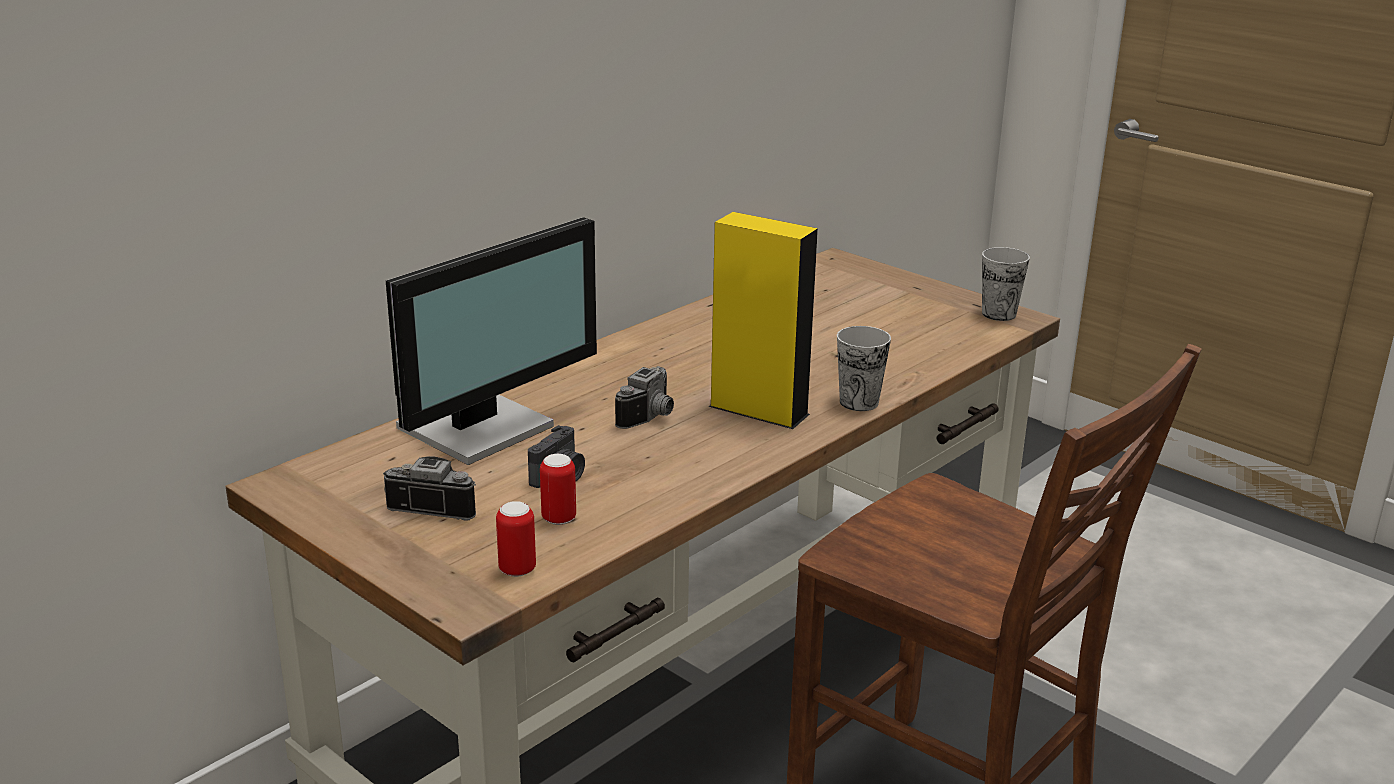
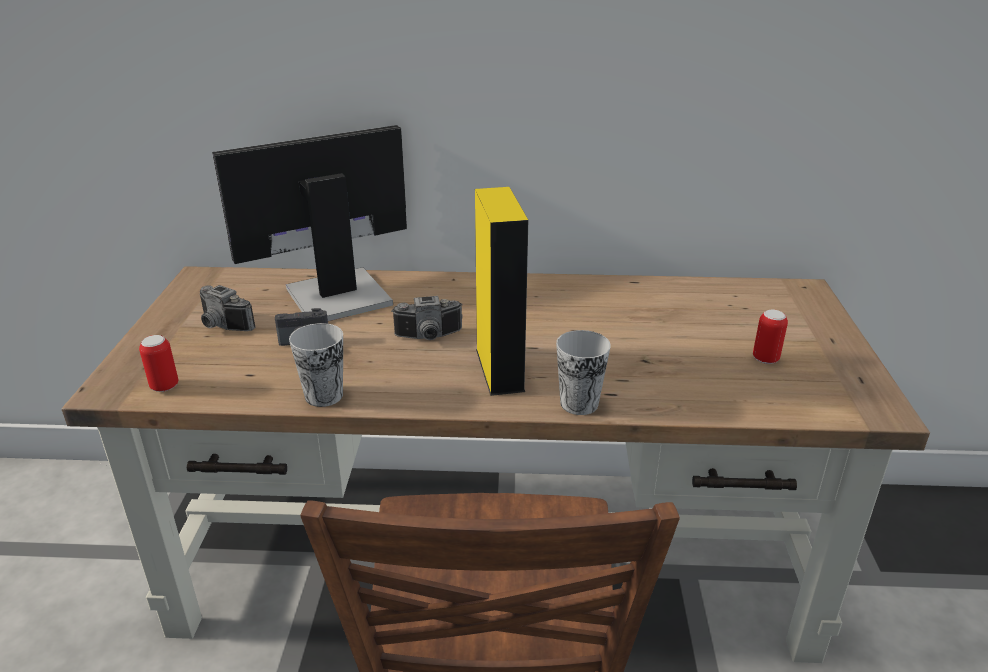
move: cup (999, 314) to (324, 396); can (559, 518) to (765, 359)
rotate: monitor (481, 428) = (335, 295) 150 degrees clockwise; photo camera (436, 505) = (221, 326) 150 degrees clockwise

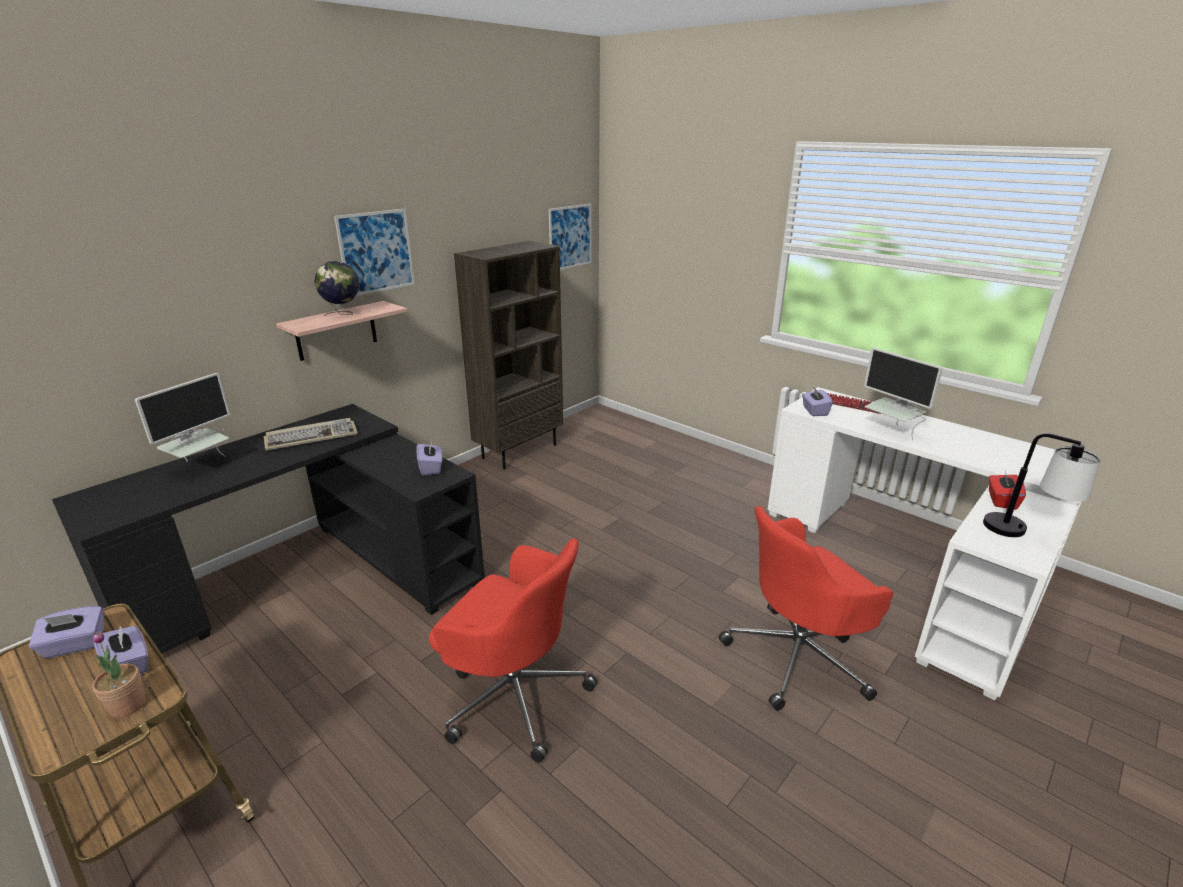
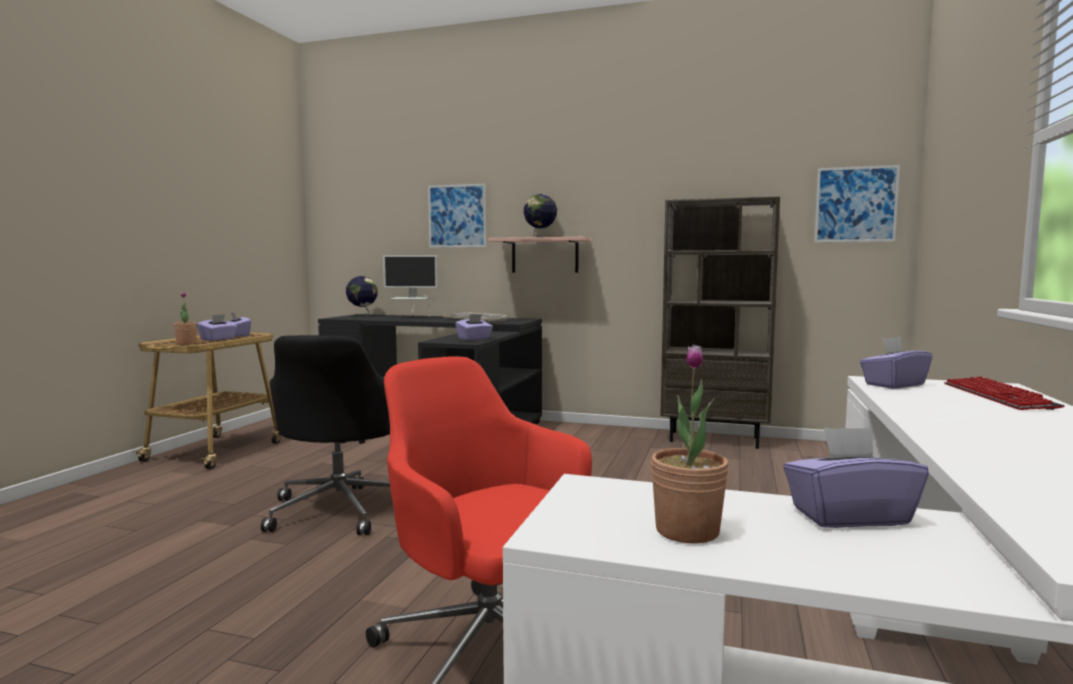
delete: monitor (891, 432)
insert: globe (362, 315)
move: picture (376, 252) to (457, 216)
replace: table lamp (1023, 535) to potted plant (687, 531)
recolor: red tissue box (1001, 500) to purple tissue box (849, 516); red office chair (514, 694) to black office chair (341, 508)

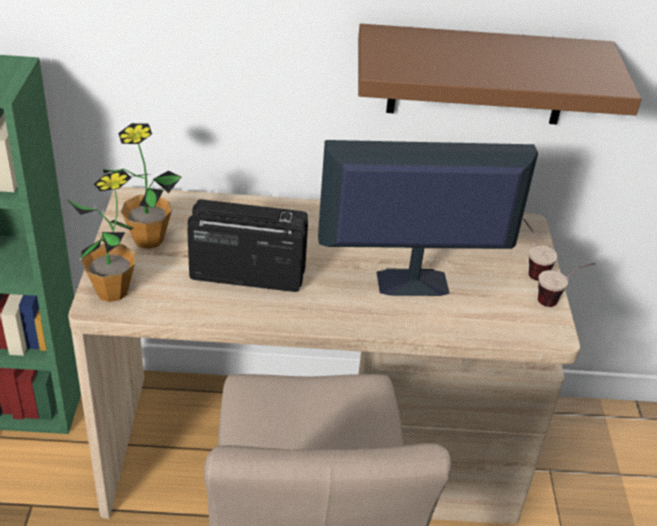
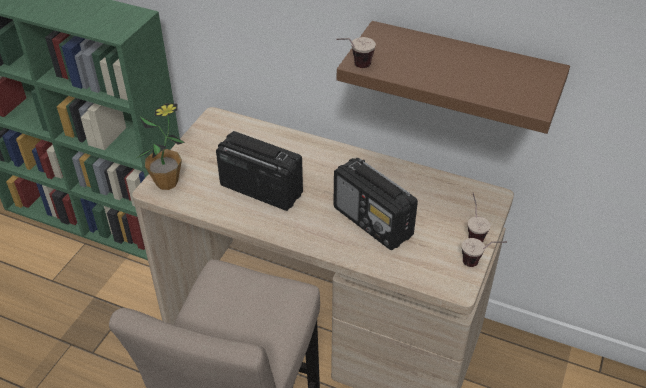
delete: potted plant (148, 239)
insert: cup (354, 67)
replace: monitor (410, 282) to radio (373, 222)

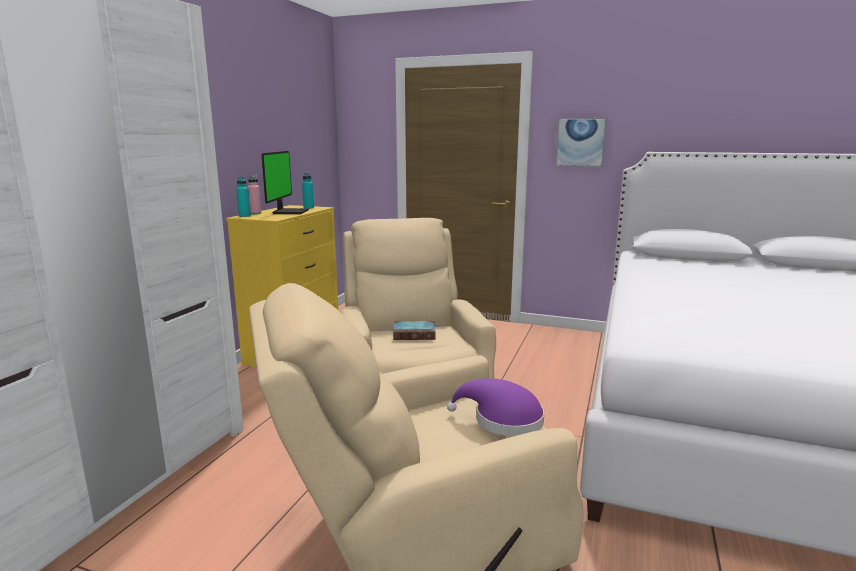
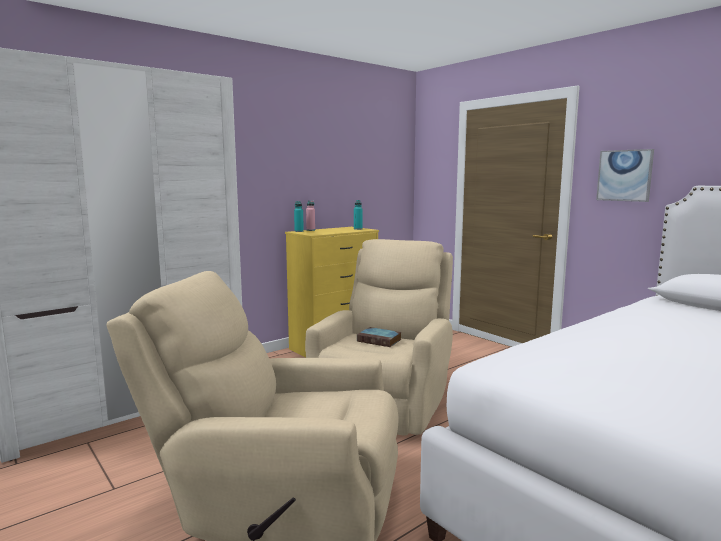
delete: monitor (289, 212); purple hat (502, 420)

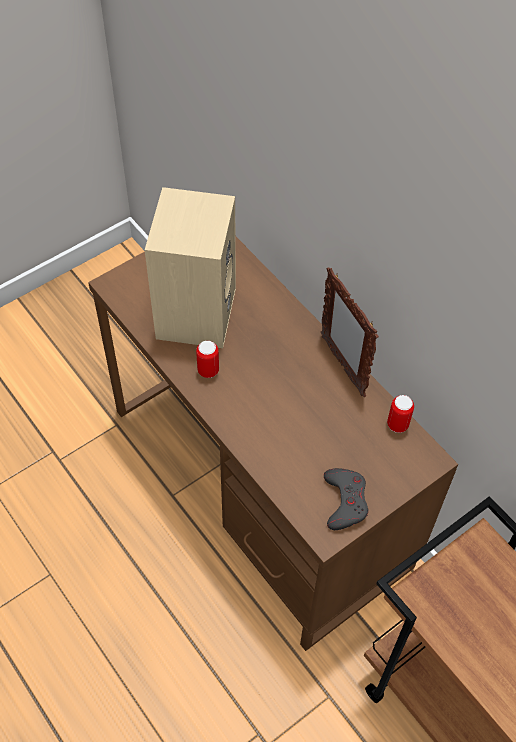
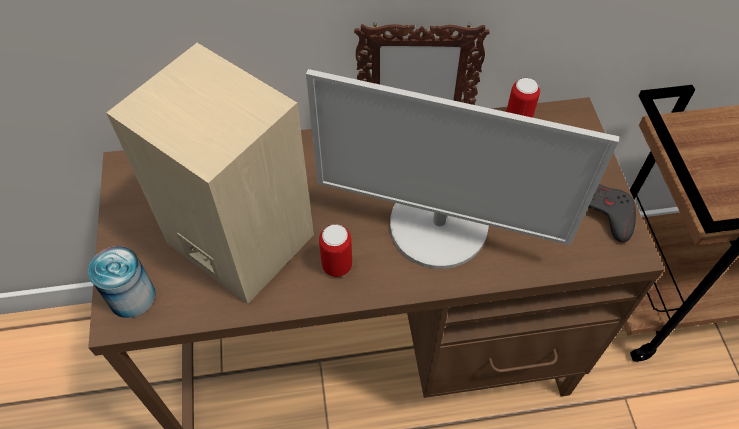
insert: monitor (439, 226); can (132, 297)

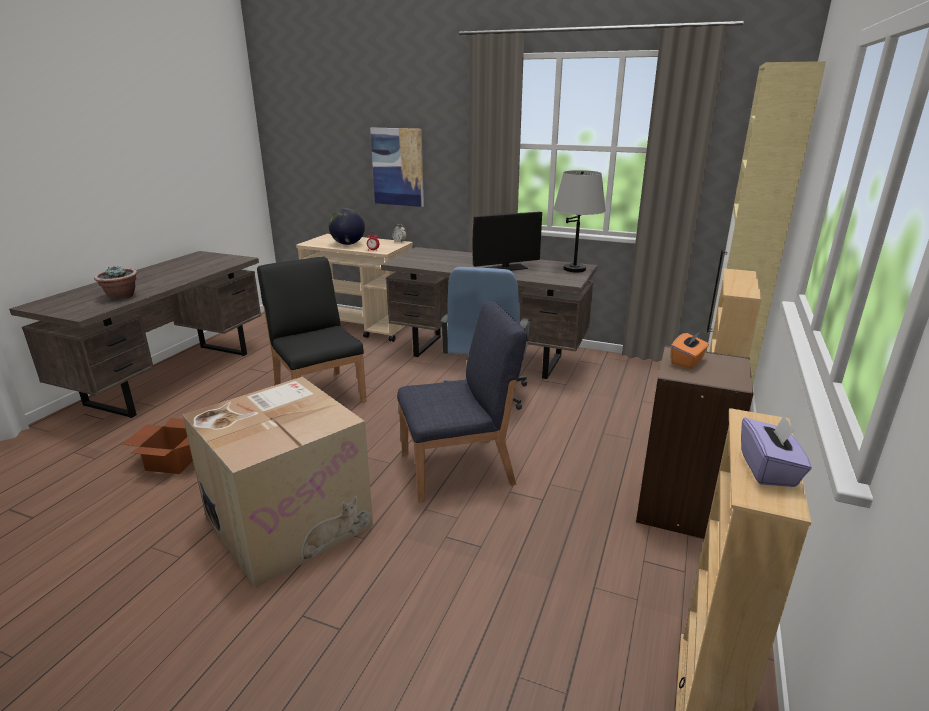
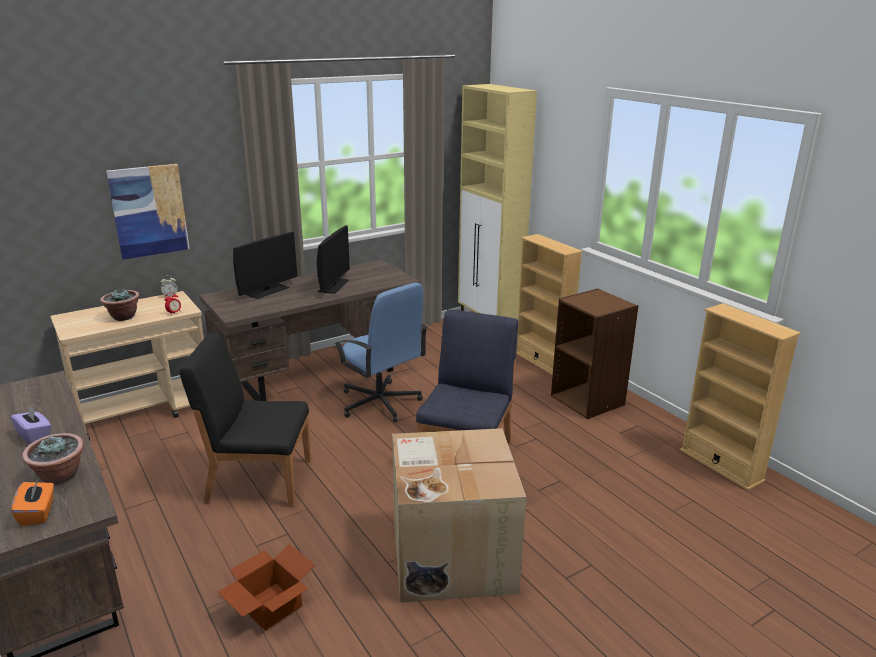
delete: grey table lamp (574, 269)
insert: monitor (267, 291)
move: orange tissue box (687, 361) to (38, 513); purple tissue box (768, 469) to (35, 435)
replace: globe (348, 244) to potted plant (123, 317)

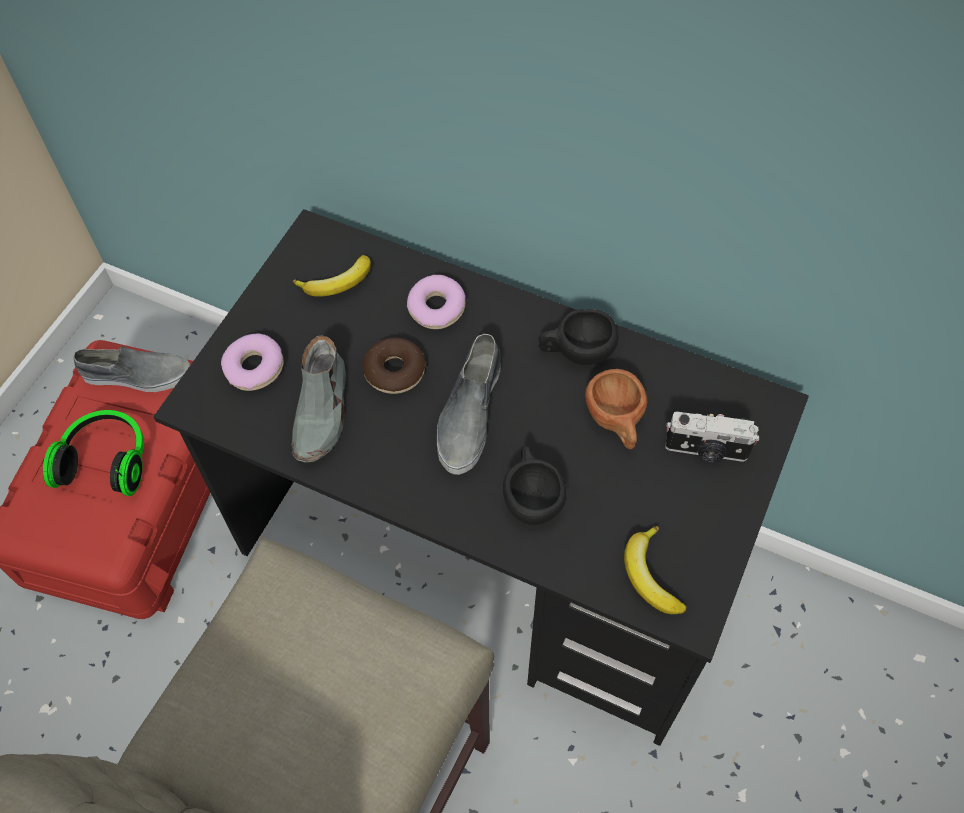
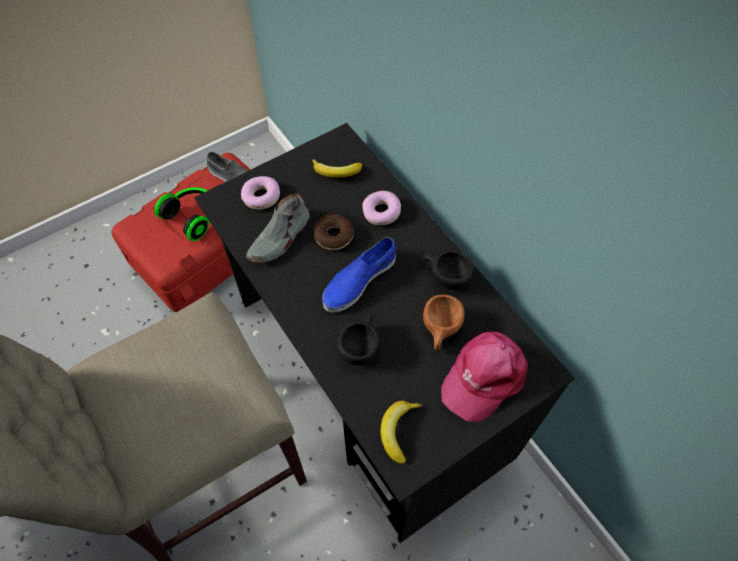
replace: photo camera (706, 450) to pink cap (484, 376)
recolor: grey shoe (469, 413) to blue shoe (358, 280)

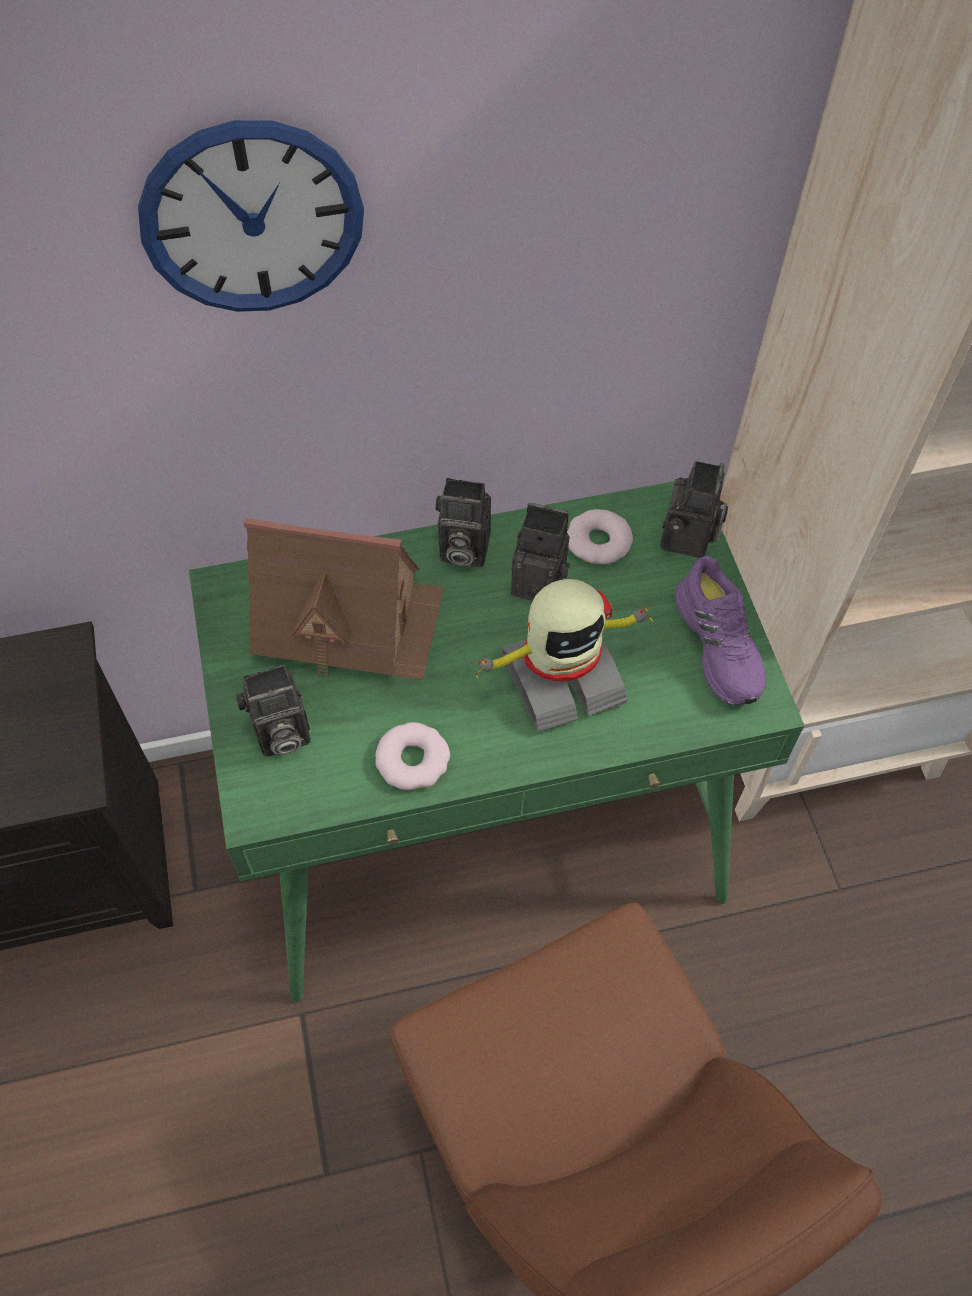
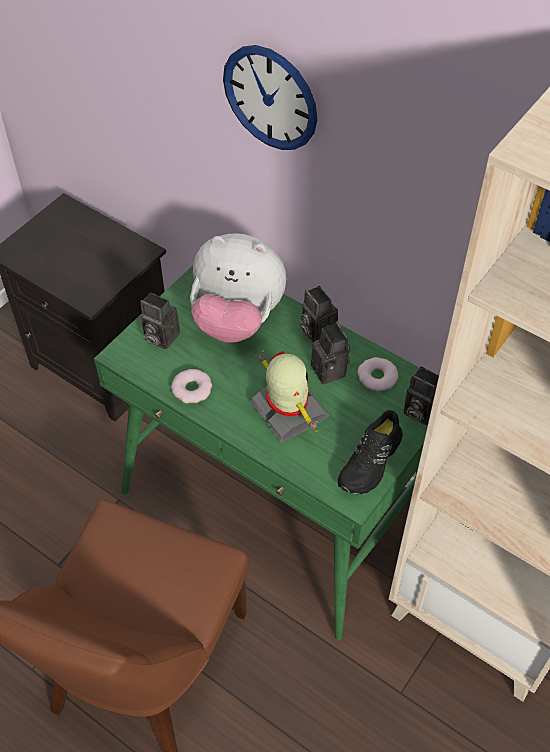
replace: toy house (348, 621) to plush toy (237, 319)
recolor: purple shoe (720, 644) to black shoe (371, 462)
rotate: photo camera (689, 540) = (418, 411) 60 degrees clockwise; toy robot (561, 676) = (288, 412) 150 degrees counterclockwise

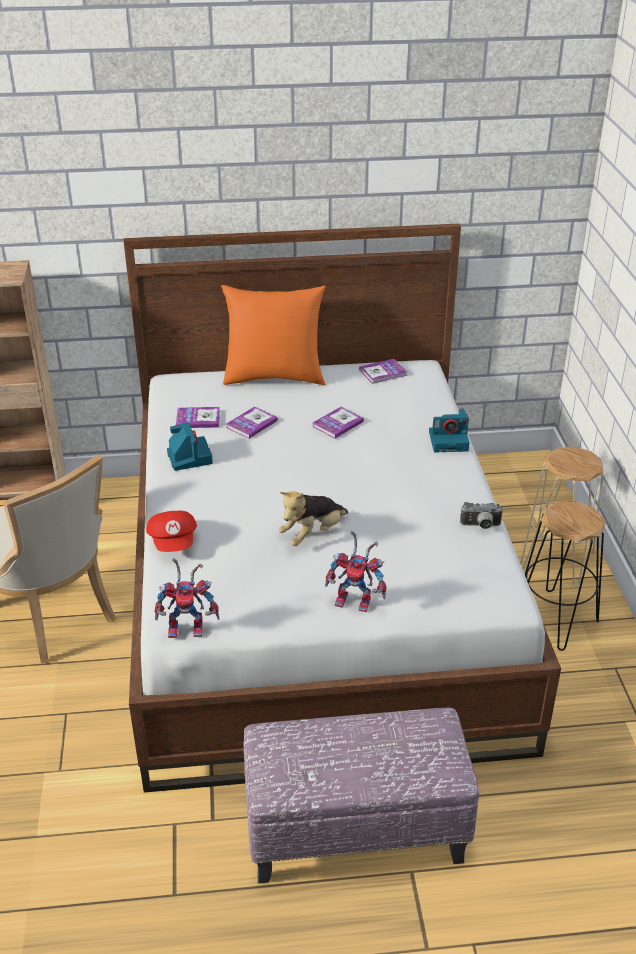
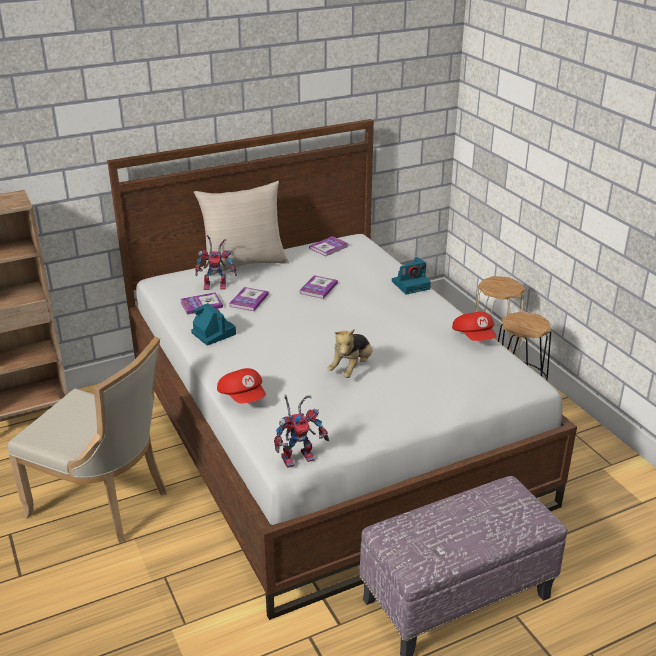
move: toy robot (357, 601) to (217, 285)
replace: photo camera (480, 526) to red cap (474, 337)
recolor: orange pillow (274, 376) to beige pillow (244, 264)

